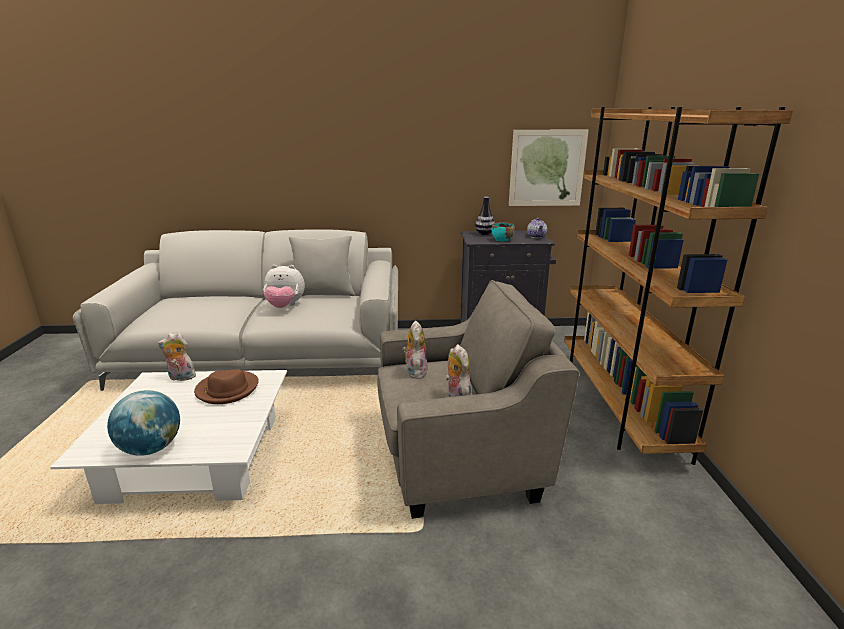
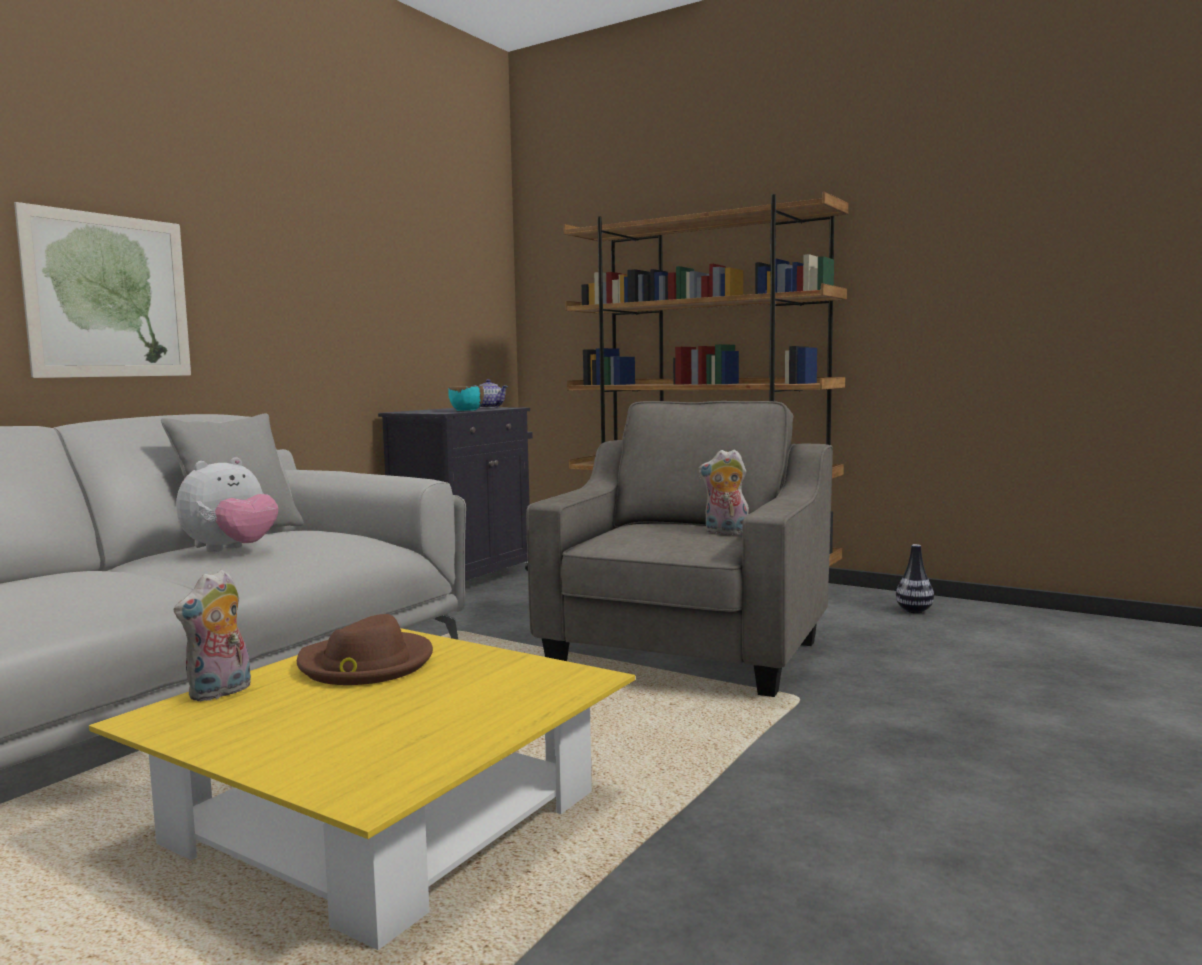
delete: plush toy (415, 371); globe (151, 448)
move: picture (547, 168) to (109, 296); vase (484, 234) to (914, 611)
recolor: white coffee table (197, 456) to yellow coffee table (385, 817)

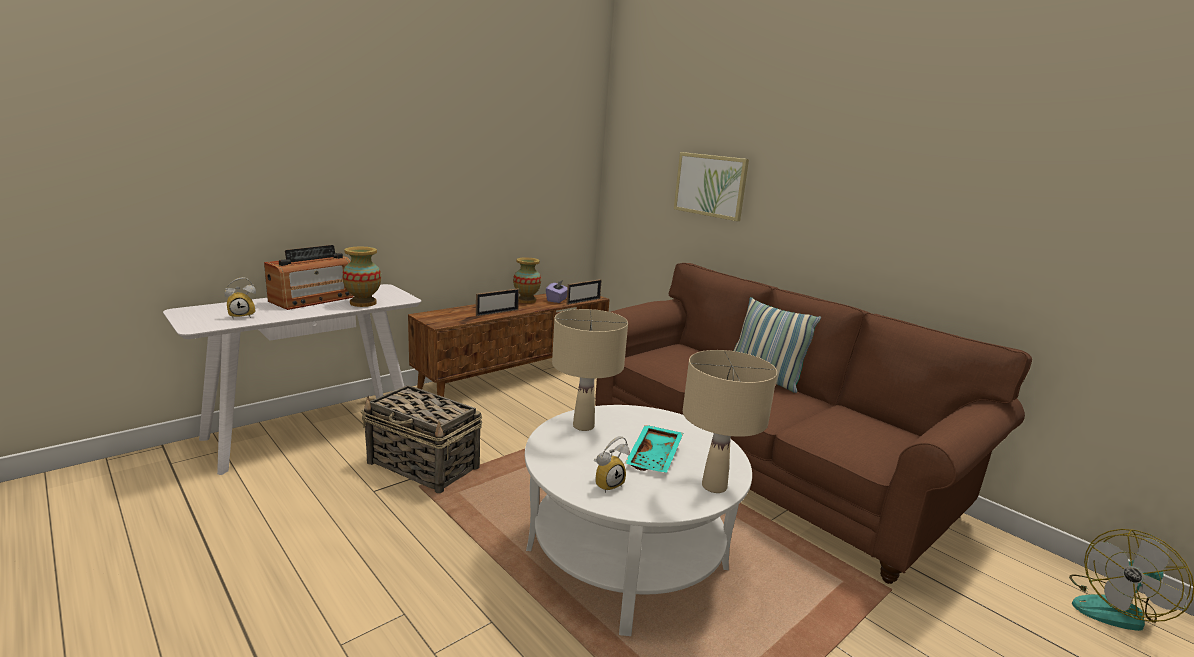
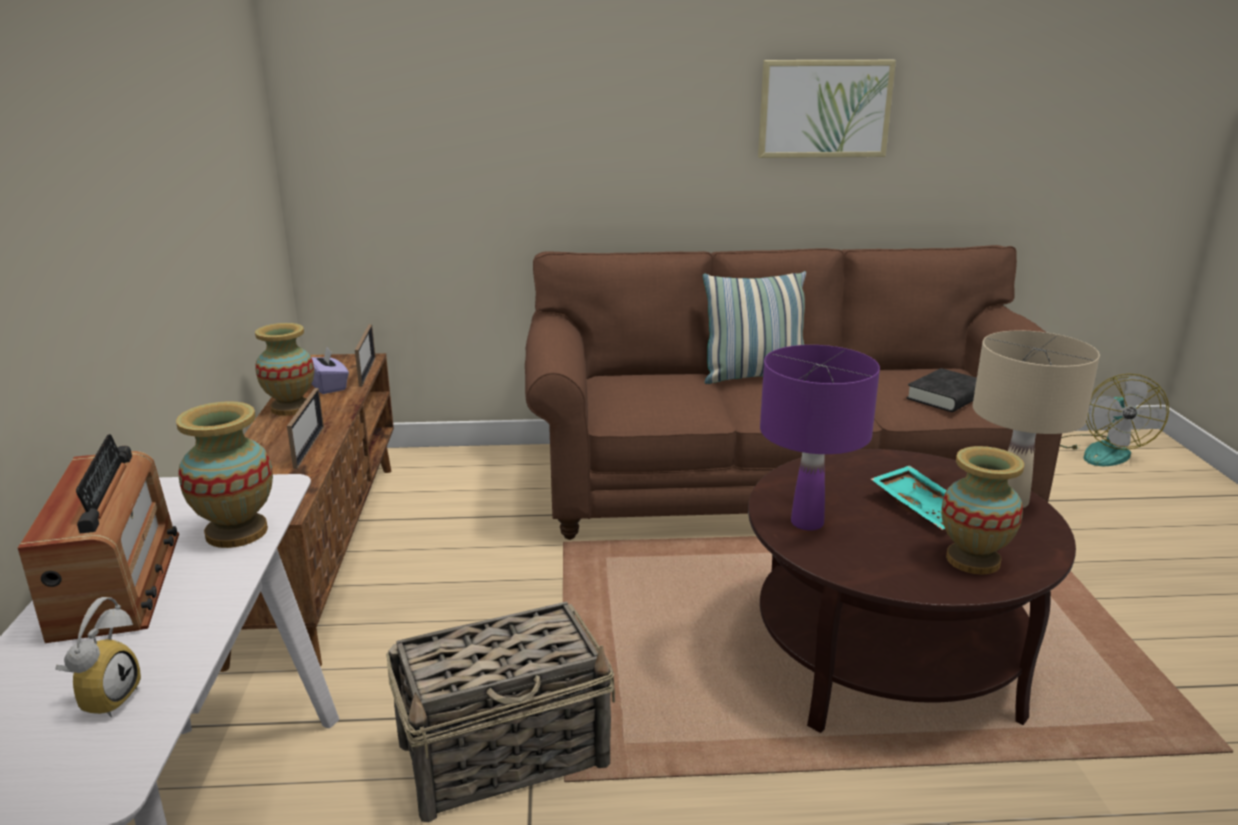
insert: black book (946, 397)
move: picture (710, 185) to (824, 109)
replace: alarm clock (607, 483) to vase (972, 560)
recolor: beige table lamp (583, 426) to purple table lamp (807, 523); white coffee table (627, 558) to brown coffee table (886, 658)

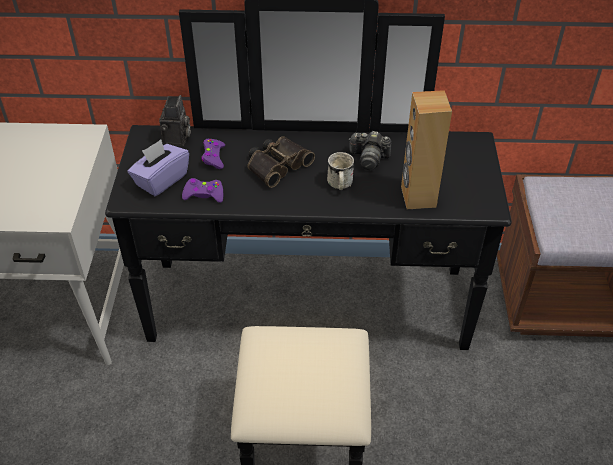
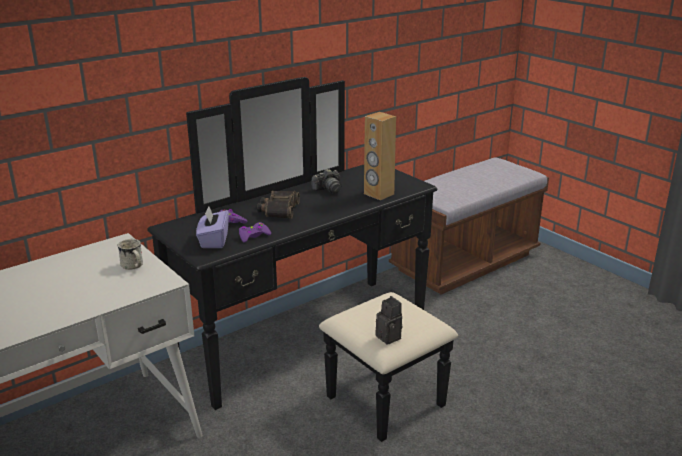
move: photo camera (177, 140) to (390, 337); white mug (339, 185) to (133, 267)

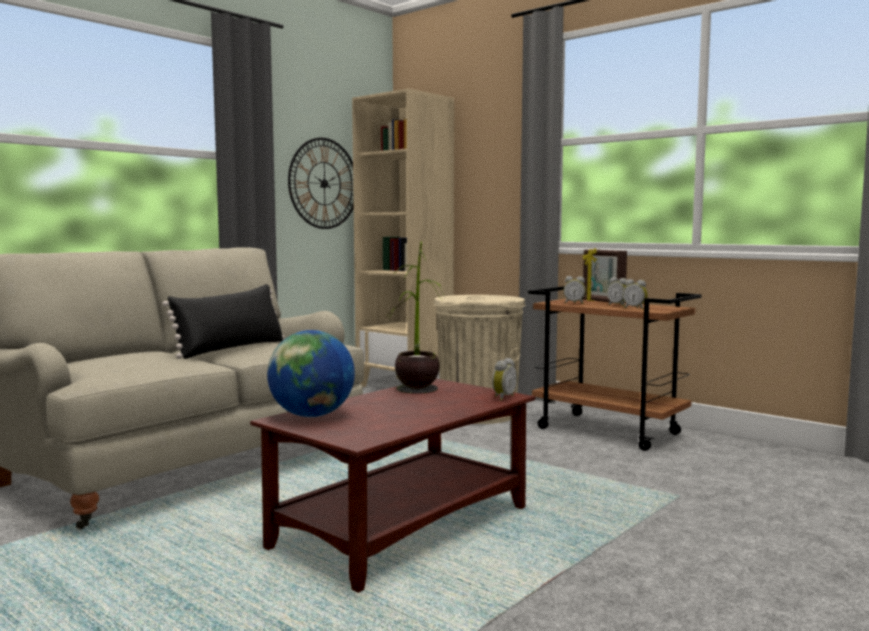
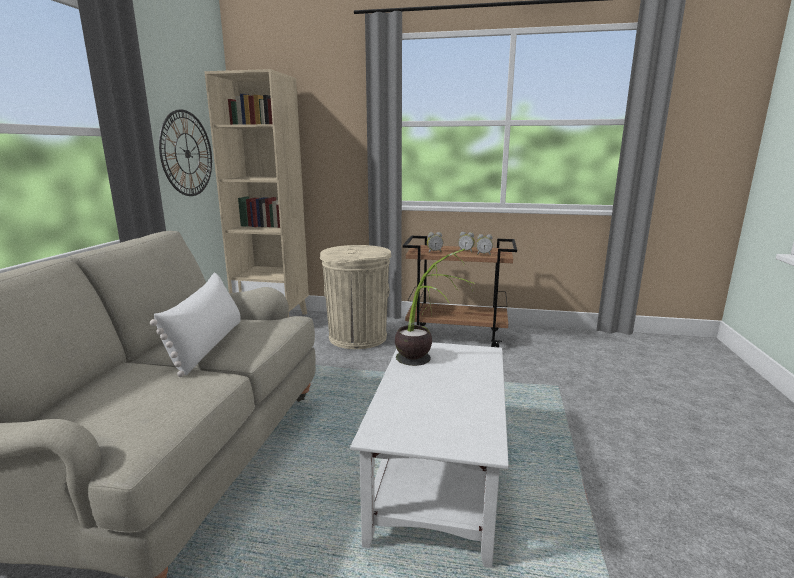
delete: picture frame (602, 302); globe (312, 416); alarm clock (502, 397)
recolor: black pillow (231, 349) to white pillow (208, 346); brown coffee table (403, 526) to white coffee table (437, 475)

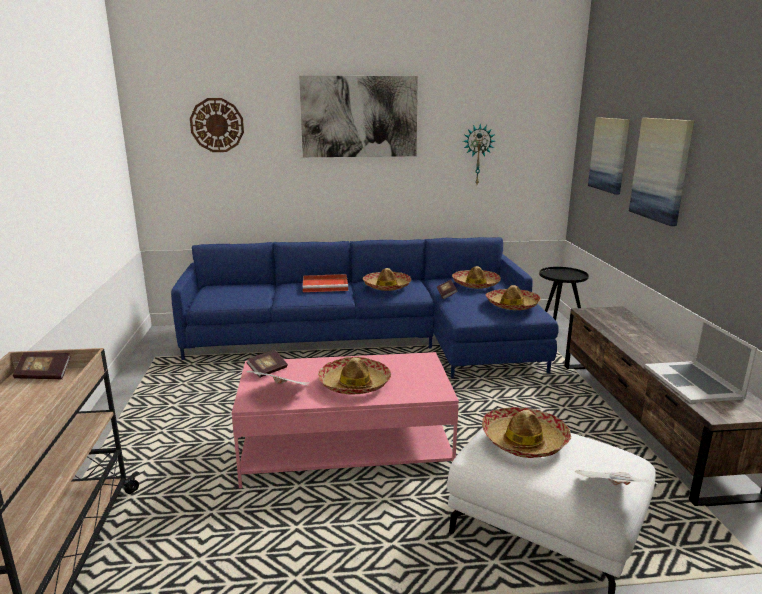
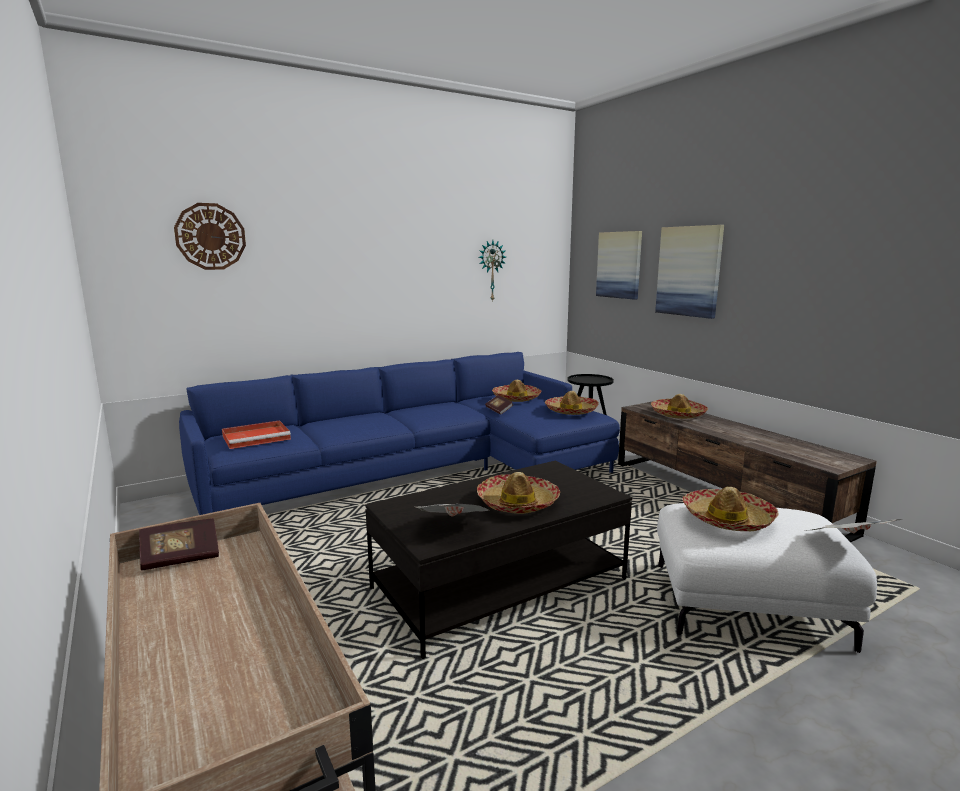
delete: picture (359, 117); laptop (693, 382); book (267, 371)
move: hat (386, 286) to (678, 414); red tray (326, 285) to (257, 437)
recolor: pink coffee table (346, 449) to black coffee table (499, 584)

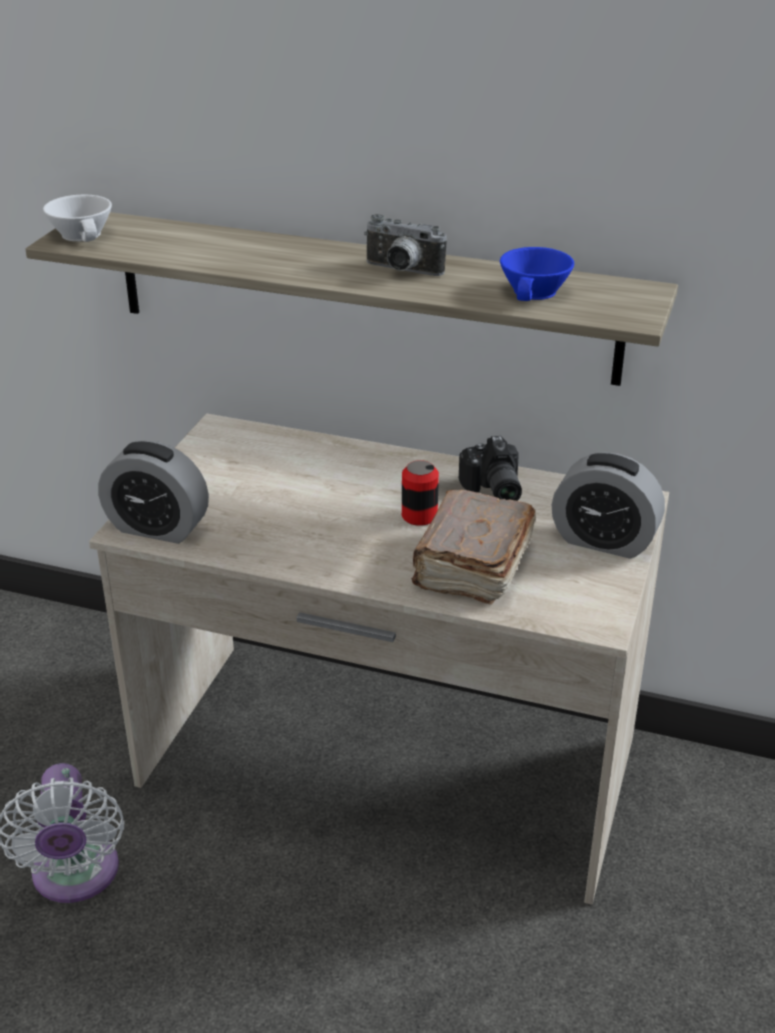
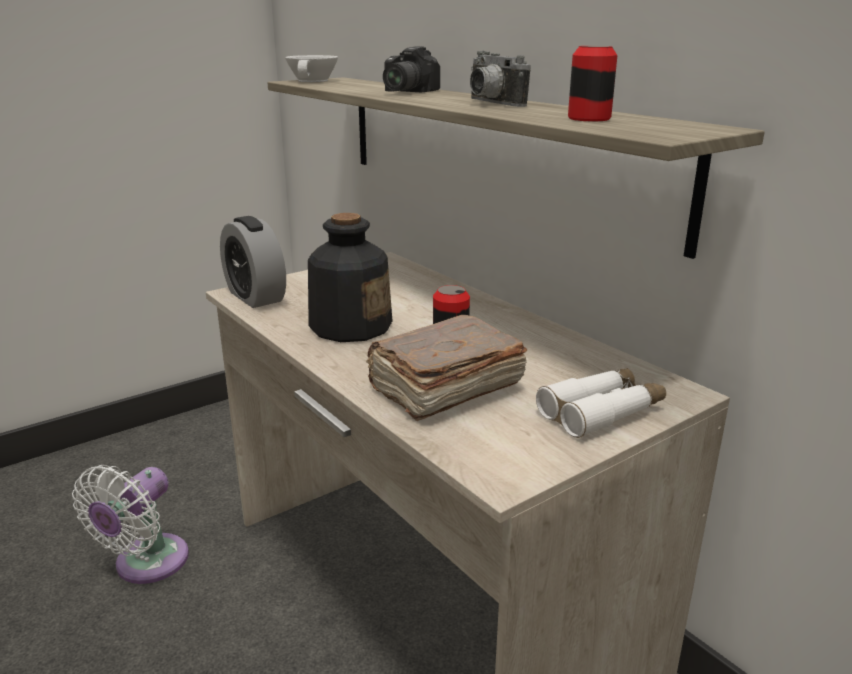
insert: bottle (350, 326)
move: photo camera (492, 490) to (403, 92)
replace: blue cup (537, 292) to can (589, 118); alarm clock (603, 541) to white binoculars (601, 412)

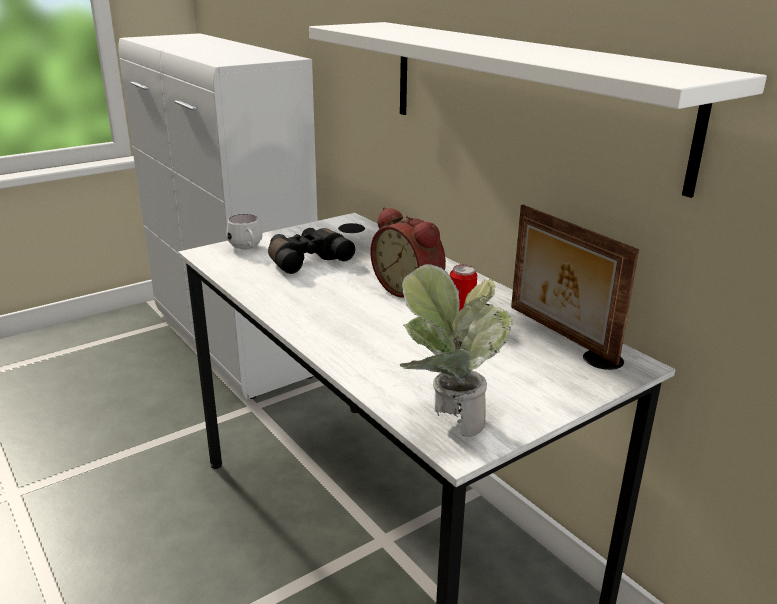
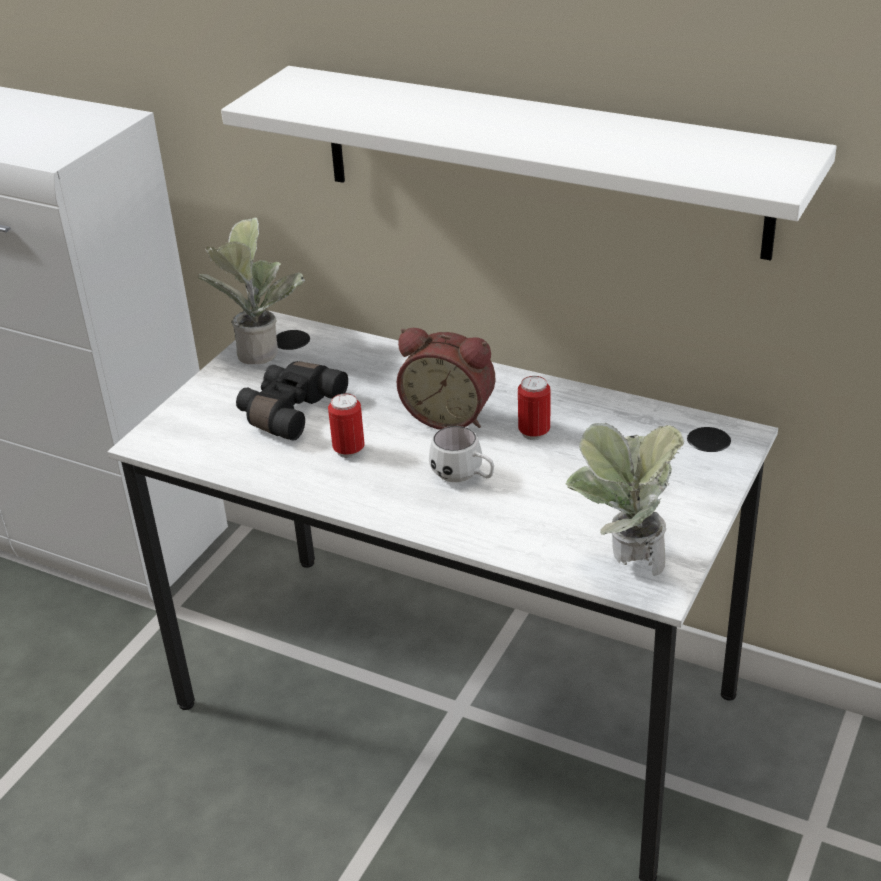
delete: picture frame (559, 334)
insert: potted plant (260, 348); can (349, 450)
move: white mug (247, 249) to (464, 477)

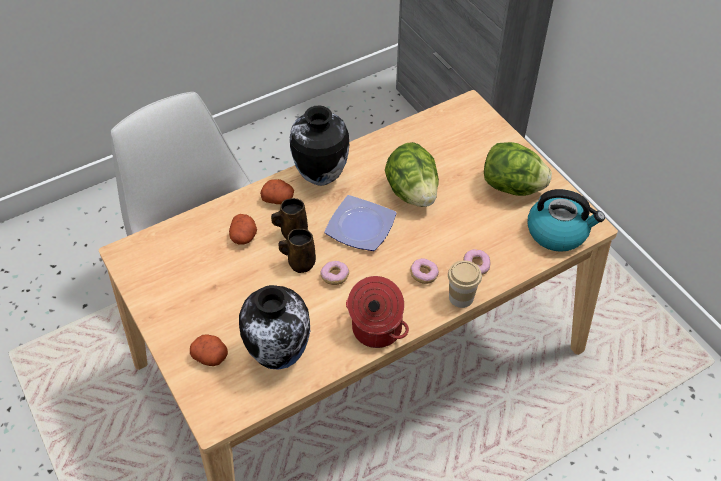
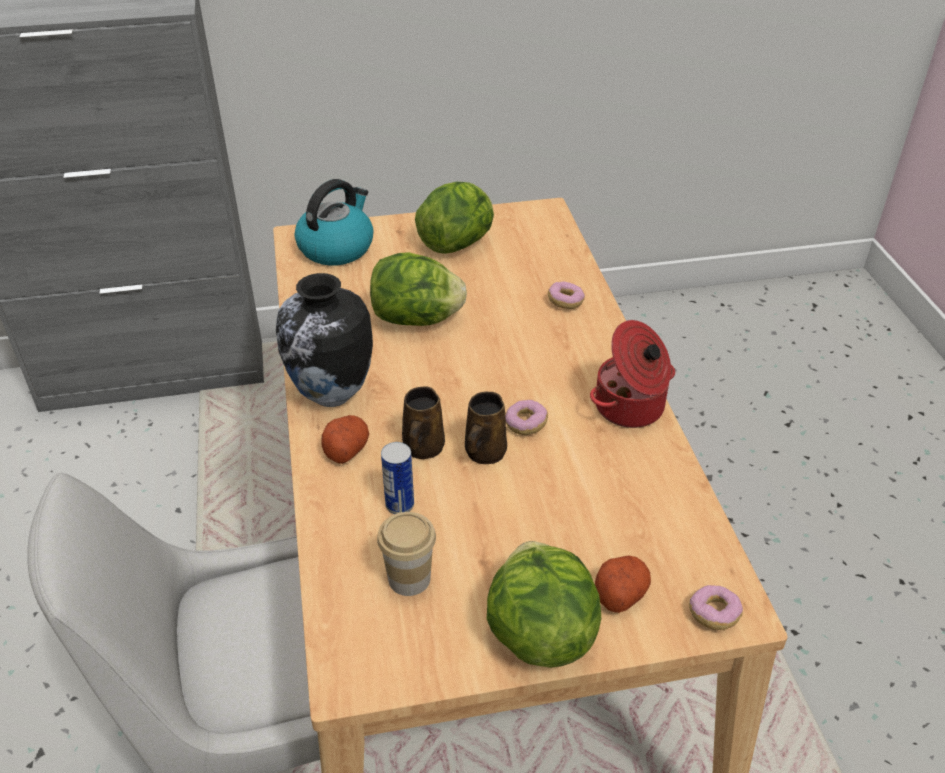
delete: plate (362, 226); vase (280, 355)
insert: lettuce (539, 633)
move: kettle (558, 232) to (336, 247); donut (424, 275) to (713, 614); cup (461, 297) to (409, 578)
replace: potato (244, 236) to can (399, 505)

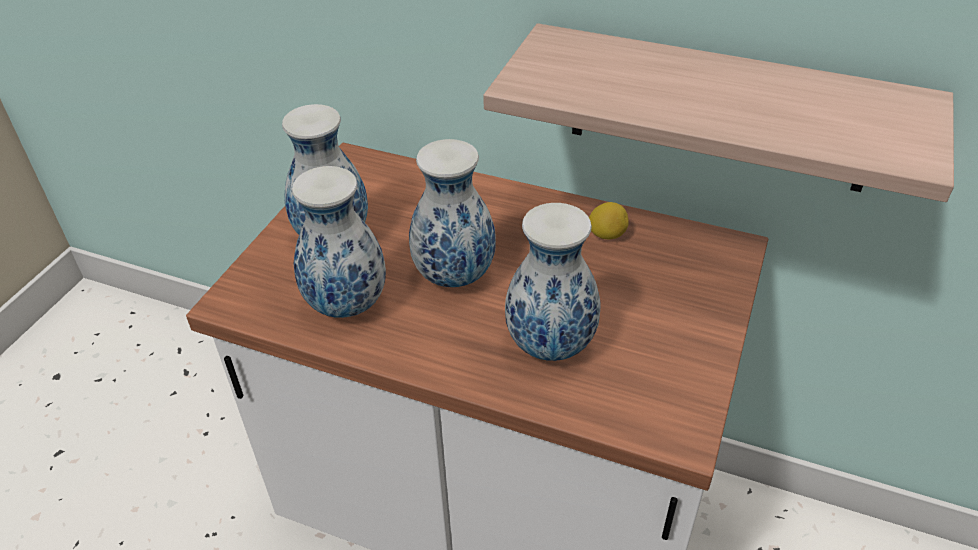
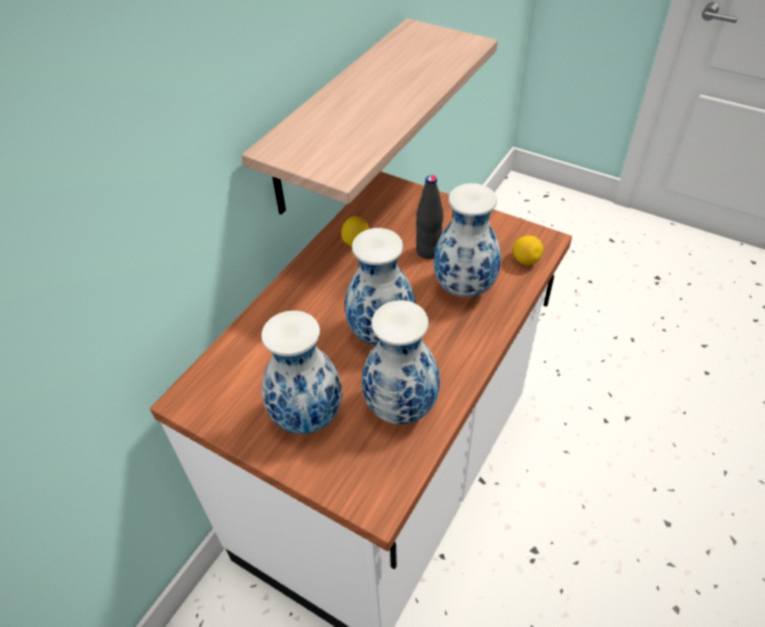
insert: black bottle (428, 251); lemon (525, 260)

